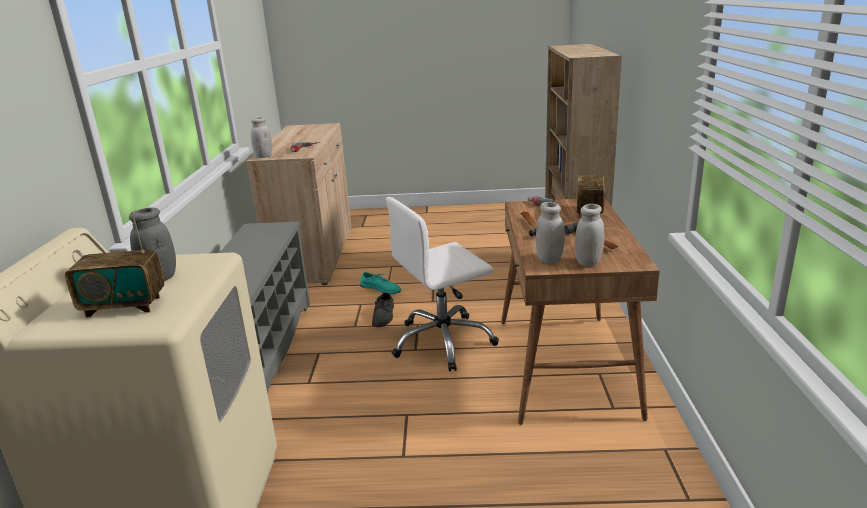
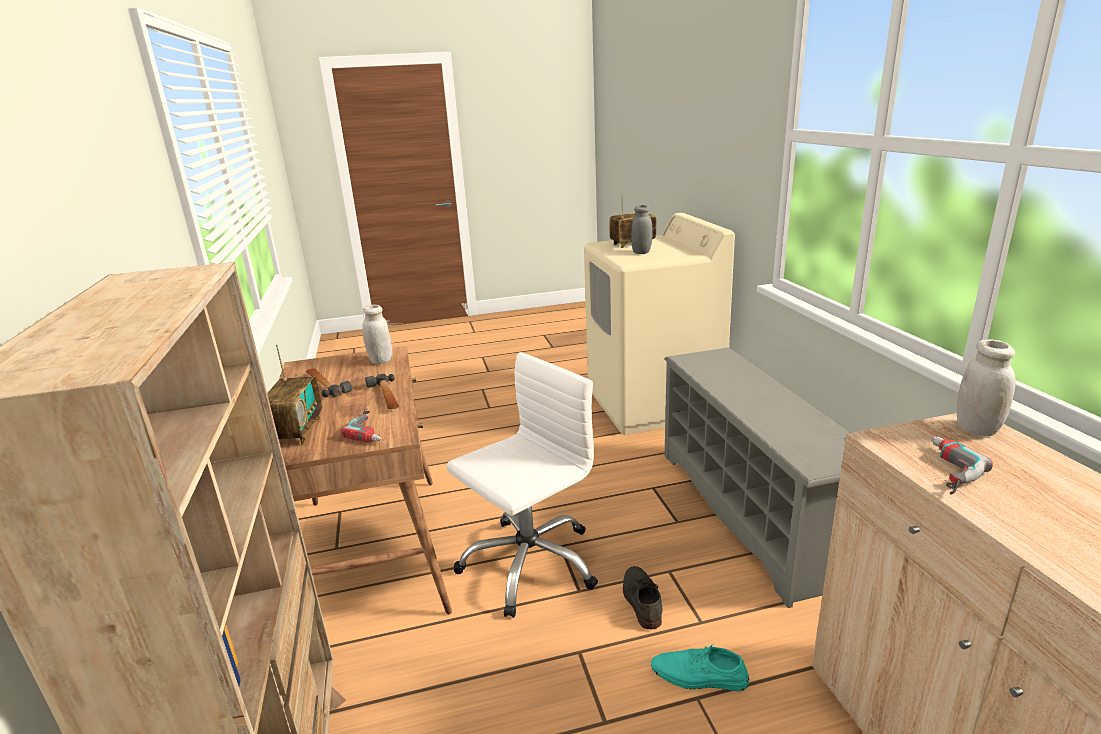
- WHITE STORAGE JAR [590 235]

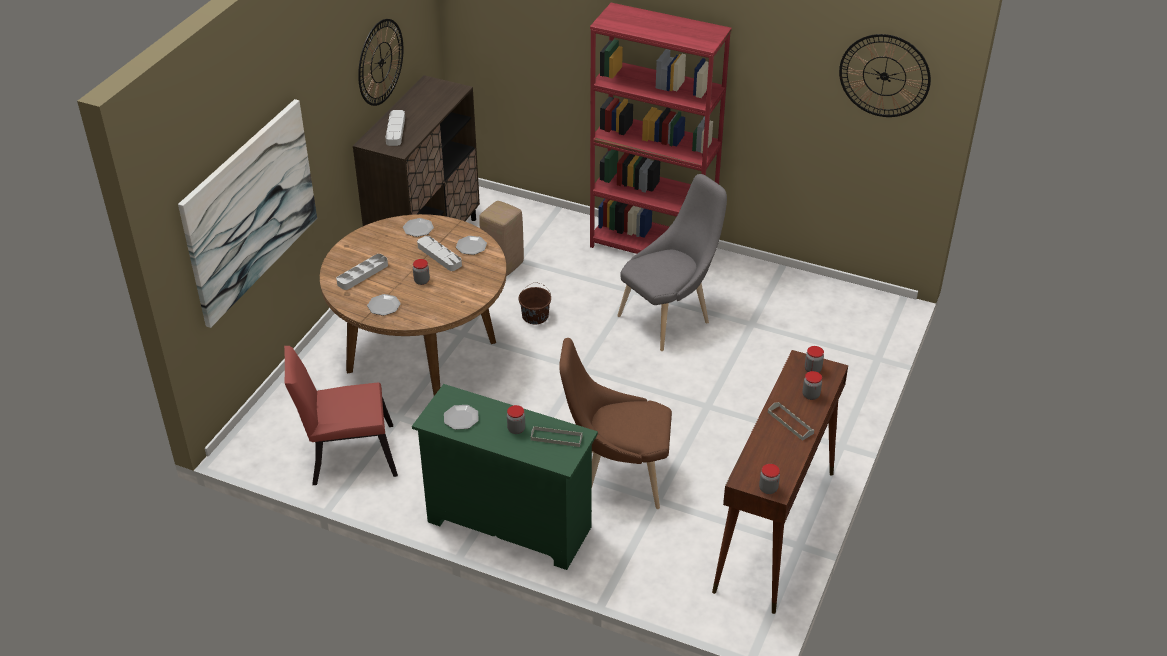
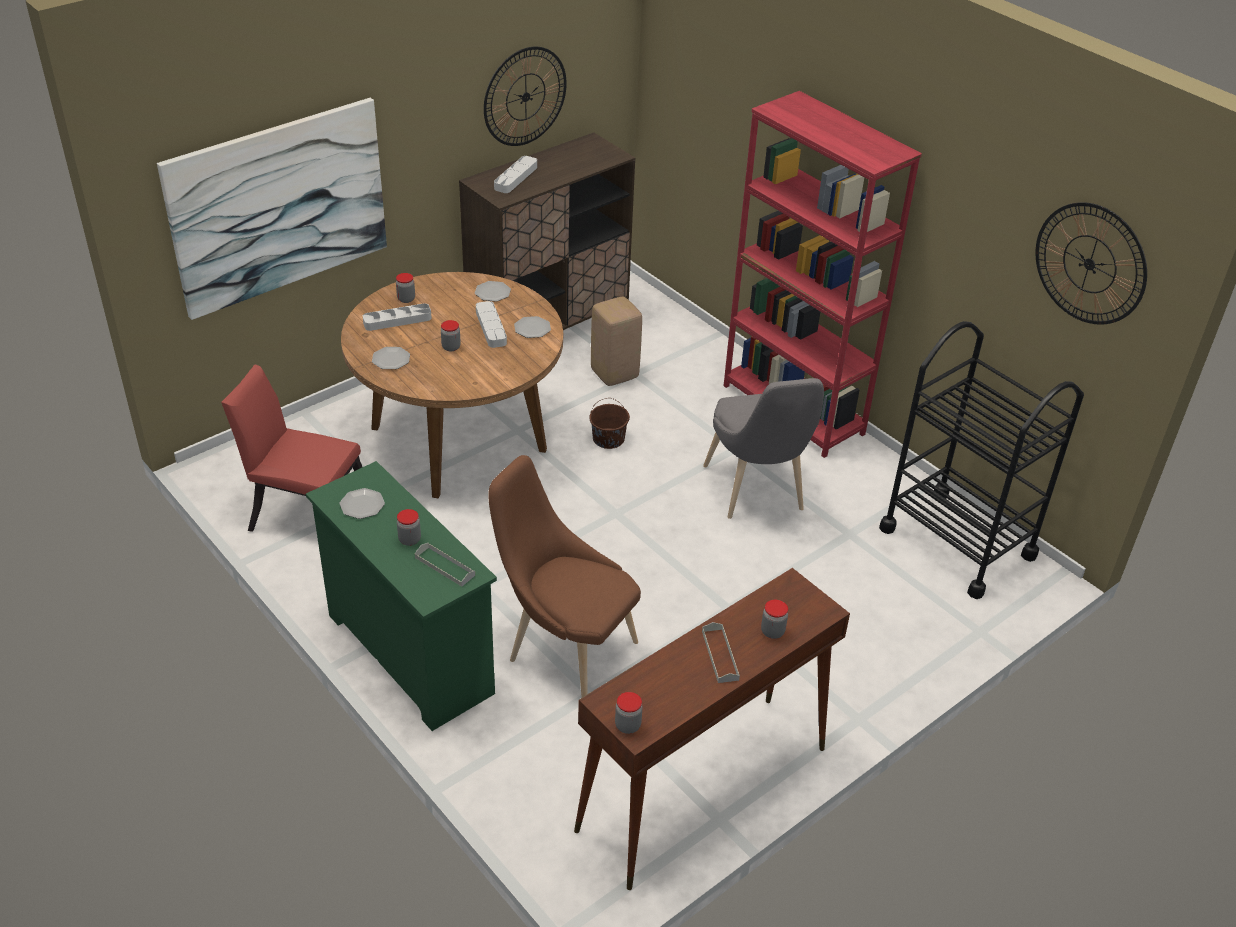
~ GREY PLAIN CHAIR [672 262] = [763 448] 90 degrees clockwise
~ STORAGE JAR [814 359] to [405 288]
+ BLACK CART [981 460]

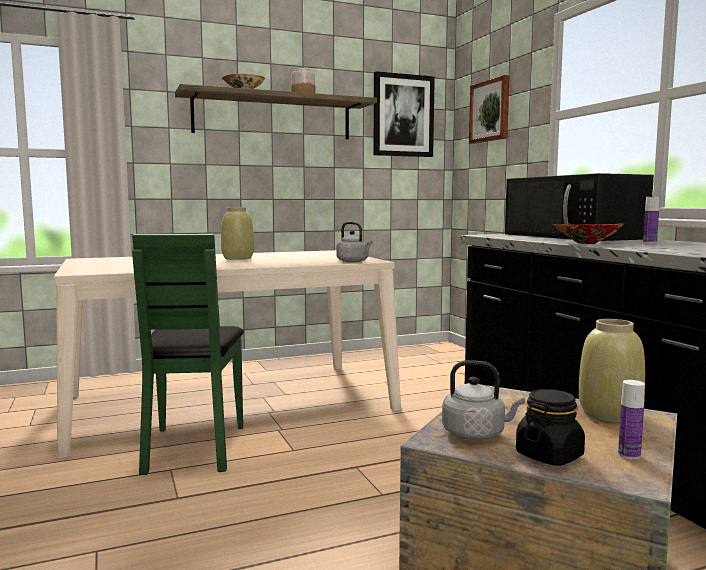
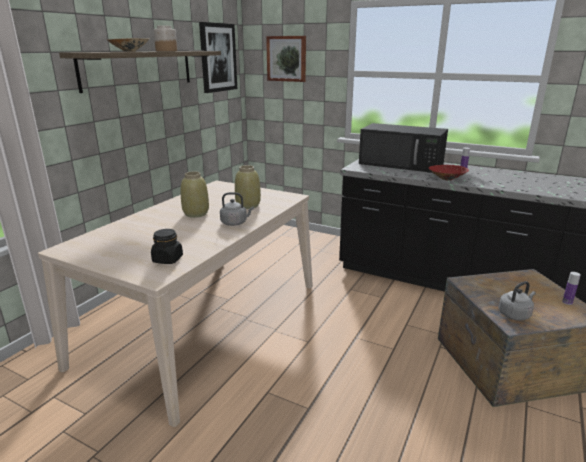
- GREEN PLAIN CHAIR [188 354]
~ GREY WATER KETTLE [354 242] to [237 209]
~ BLACK STORAGE JAR [550 427] to [167 246]
~ BEIGE VASE [612 370] to [248 187]

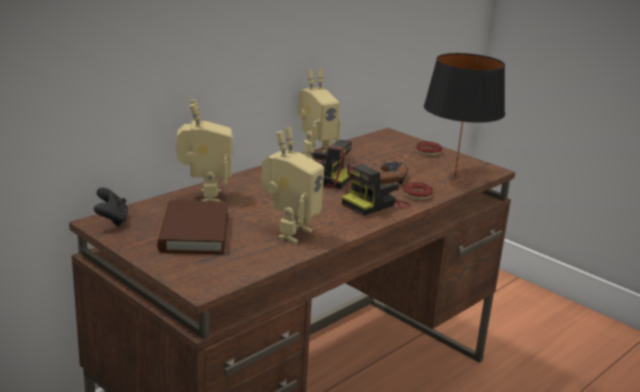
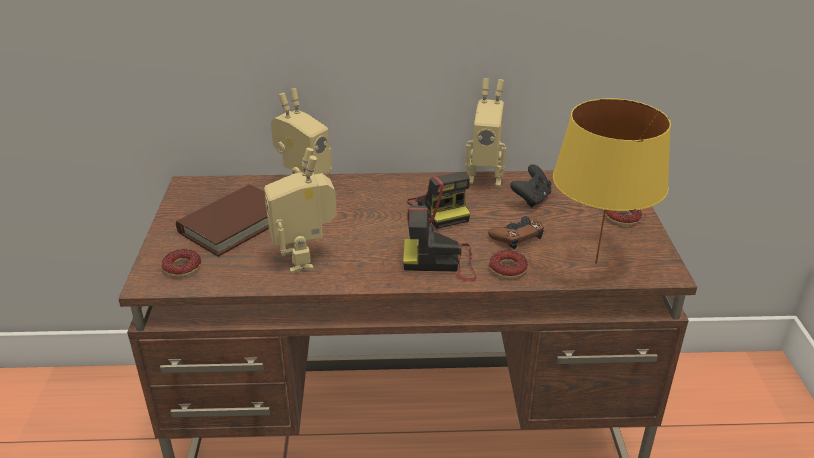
~ BLACK JOYPAD [111 207] to [531 186]
~ ROBOT FIGURE [292 185] = [300 210] 90 degrees clockwise
~ BLACK TABLETOP LAMP [464 115] to YELLOW-COLOURED TABLETOP LAMP [612 181]
+ RING DOUGHNUT [181 263]

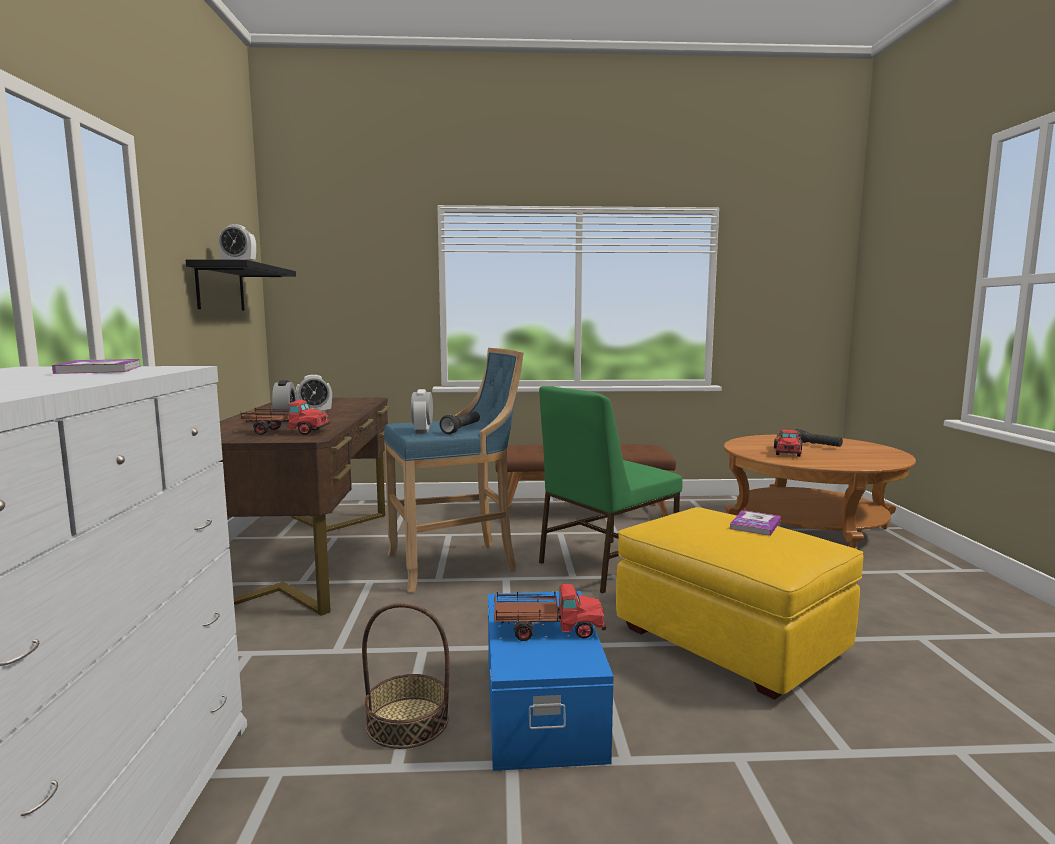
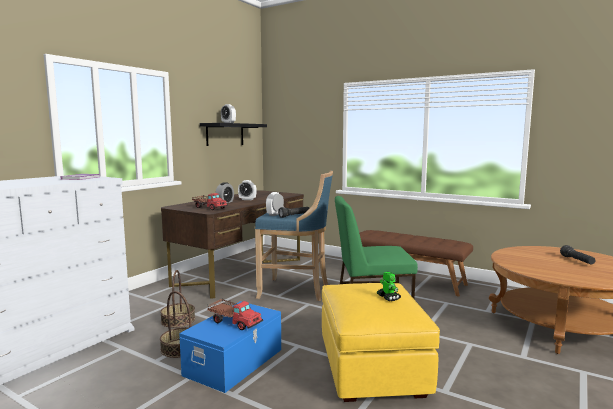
~ BOUND BOOK [755 523] to ROBOT FIGURE [389 286]
- MODEL TRUCK [788 443]
+ STORAGE BASKET [177 299]

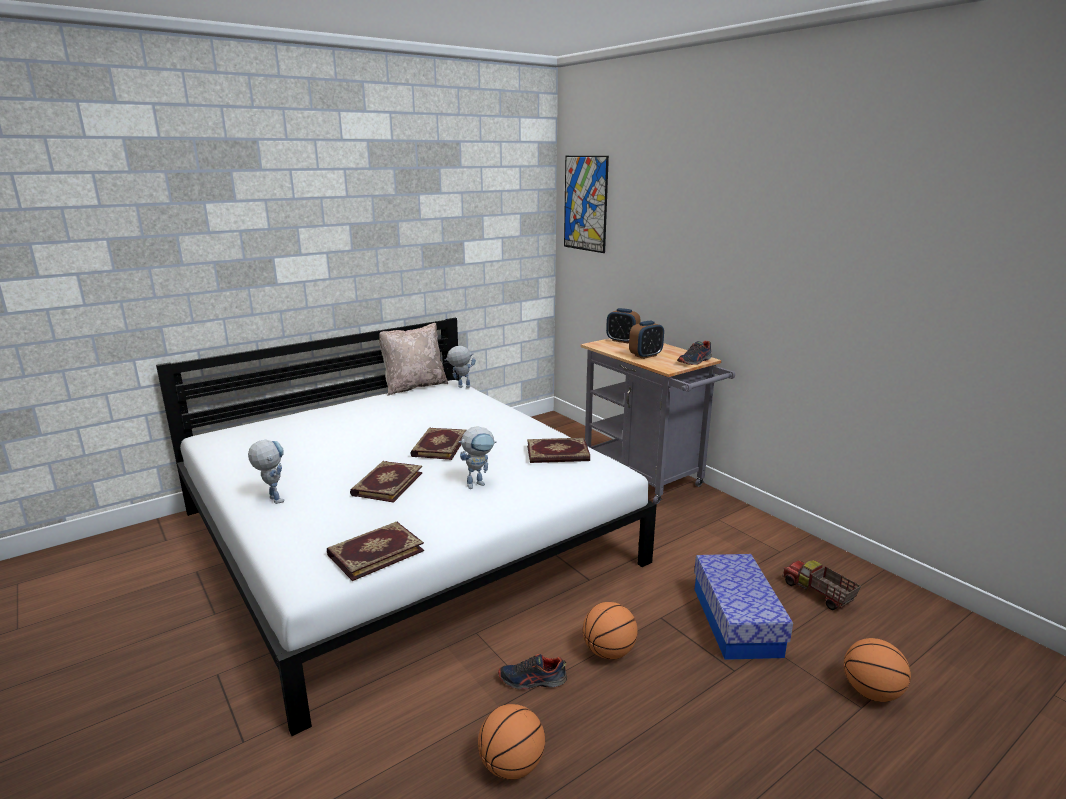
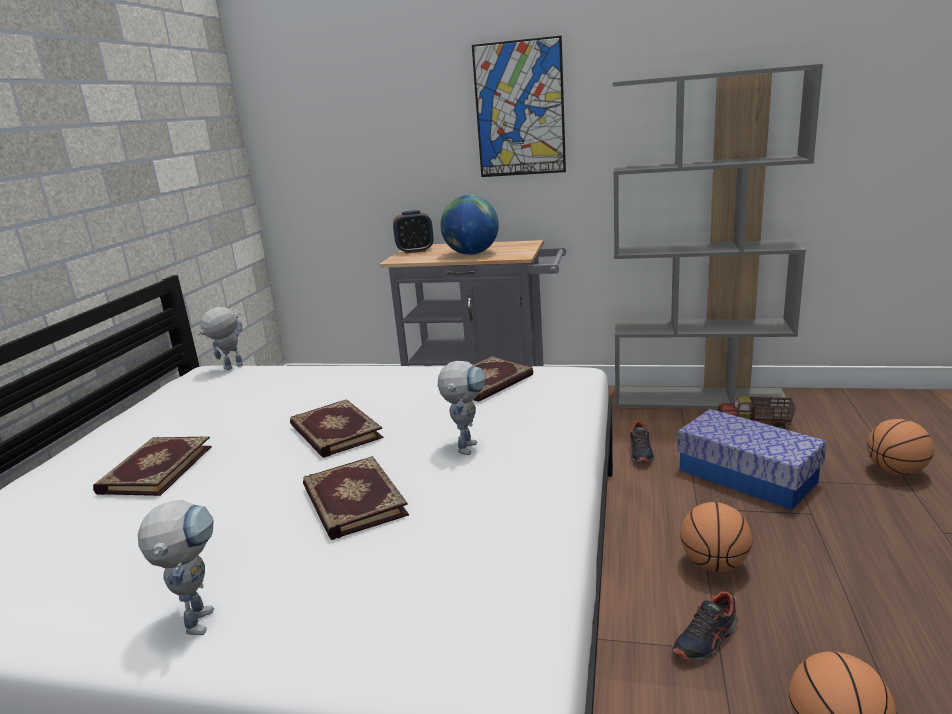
~ ROBOT FIGURE [266 472] = [176 567] 75 degrees clockwise
~ BOUND BOOK [375 551] to [152 466]
- BEIGE PILLOW [413 359]
~ WALL PICTURE [586 204] to [519 106]
~ ALARM CLOCK [646 340] to DESK GLOBE [469 225]
~ SHOE [694 353] to [642 442]
+ GREY BOOKCASE [718 236]

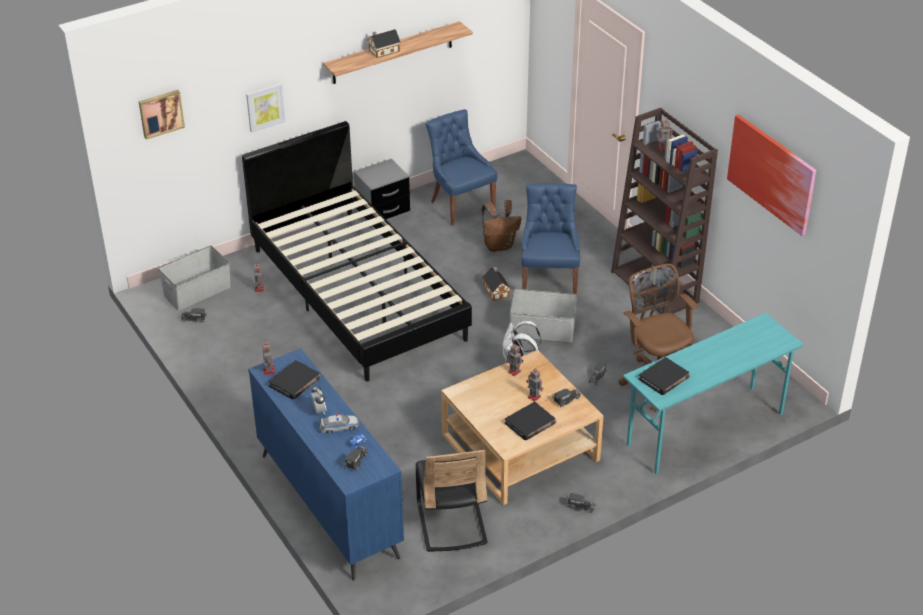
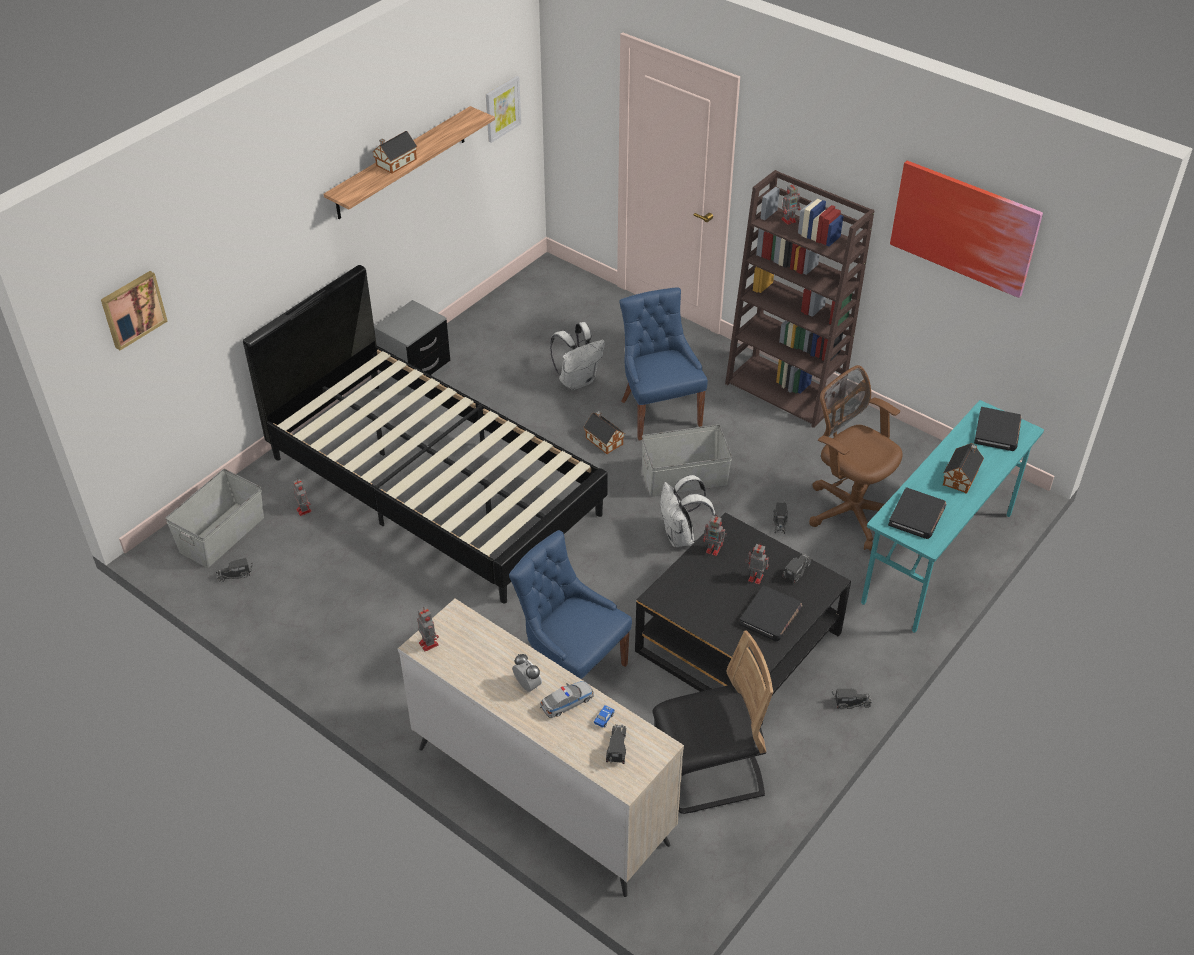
~ WALL PICTURE [266 108] to [503 109]
~ BLUE DRAWER CHEST [326 464] to BEIGE DRAWER CHEST [541 748]
~ BLACK BOUND BOOK [294 380] to [998 429]
~ BLACK PLAIN CHAIR [451 501] = [712 722] 75 degrees counterclockwise
~ BLUE PLAIN CHAIR [461 167] to [570 604]
~ BEIGE LOUNGE TABLE [522 427] to BLACK LOUNGE TABLE [743 619]
~ BROWN-COLOURED BACKPACK [501 226] to WHITE BACKPACK [577 356]
+ TOY HOUSE [963 468]

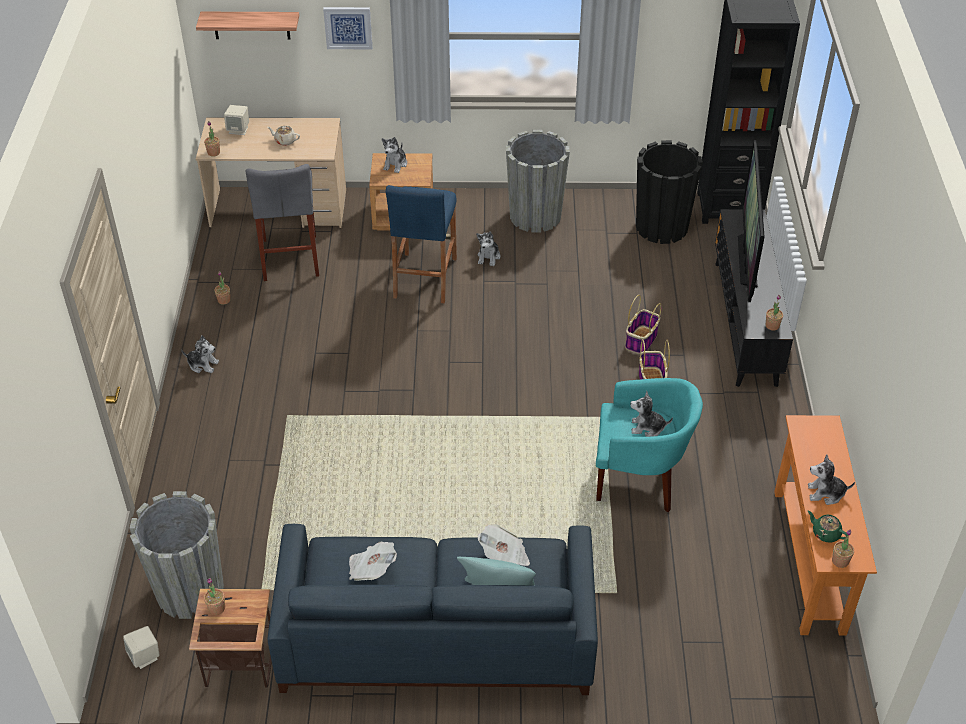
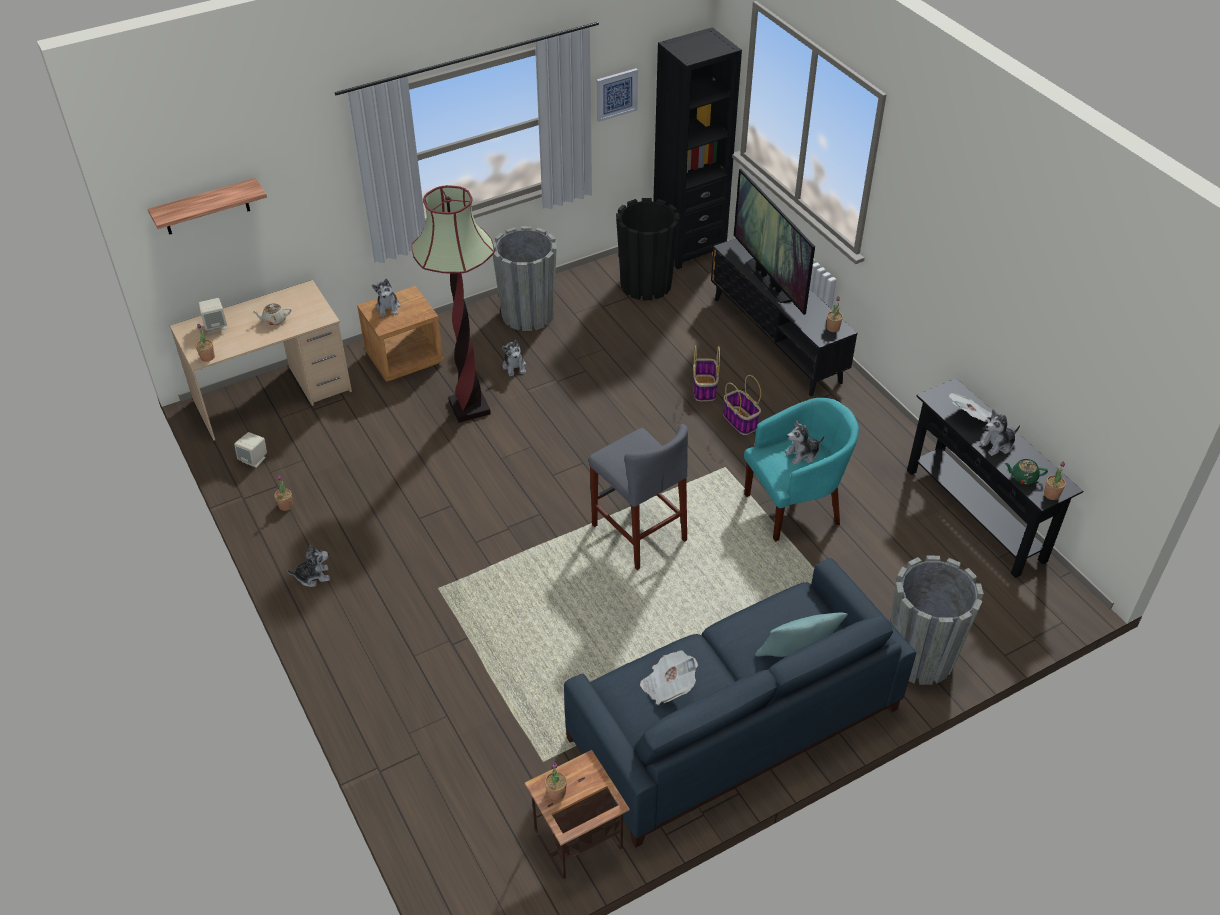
~ BEIGE SPEAKER [141 647] to [250 450]
~ GREY PLANT POT [176 555] to [937 620]
~ GREY STOOL SEAT [282 222] to [638 497]
~ WALL PICTURE [347 28] to [617 95]
~ BLUE STOOL SEAT [421 244] to STANDARD LAMP [453 304]
~ DAILY PAPER [504 545] to [970 407]
~ ORANGEY CONSOLE TABLE [825 525] to BLACK CONSOLE TABLE [995 478]

